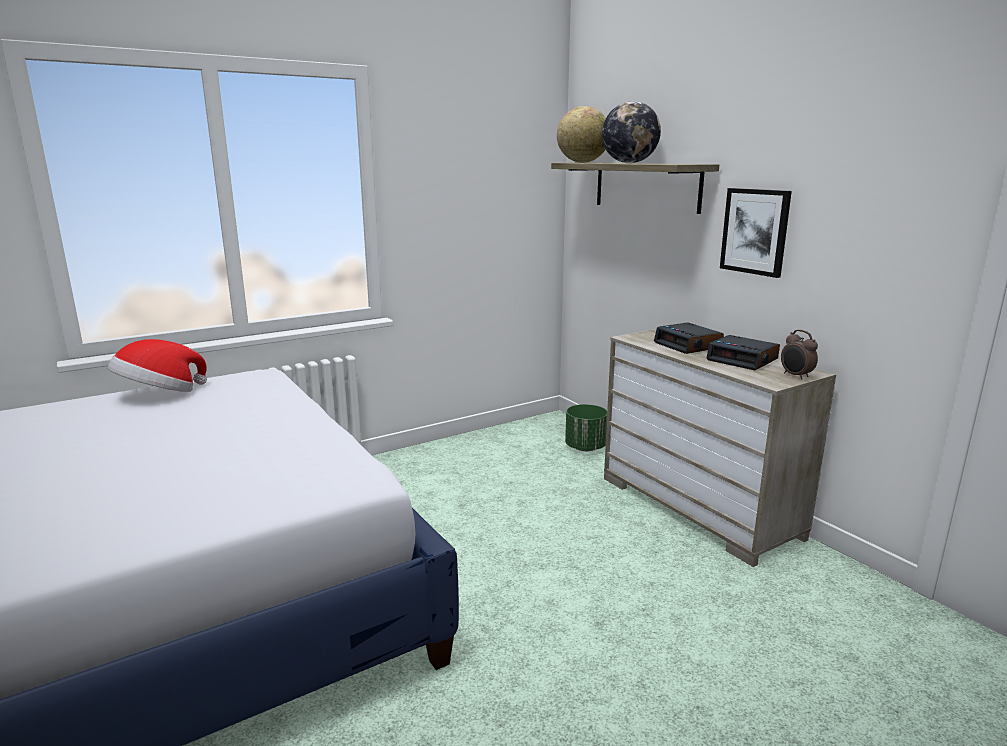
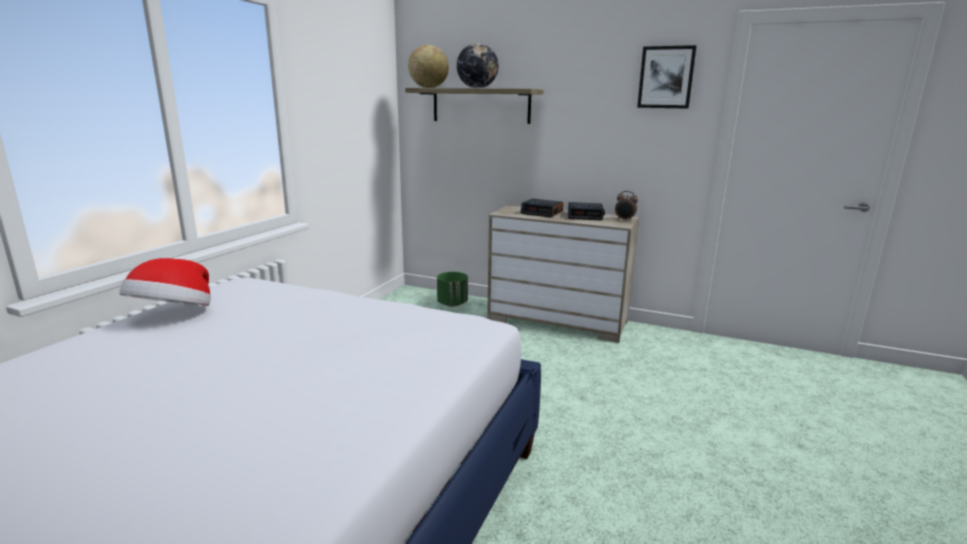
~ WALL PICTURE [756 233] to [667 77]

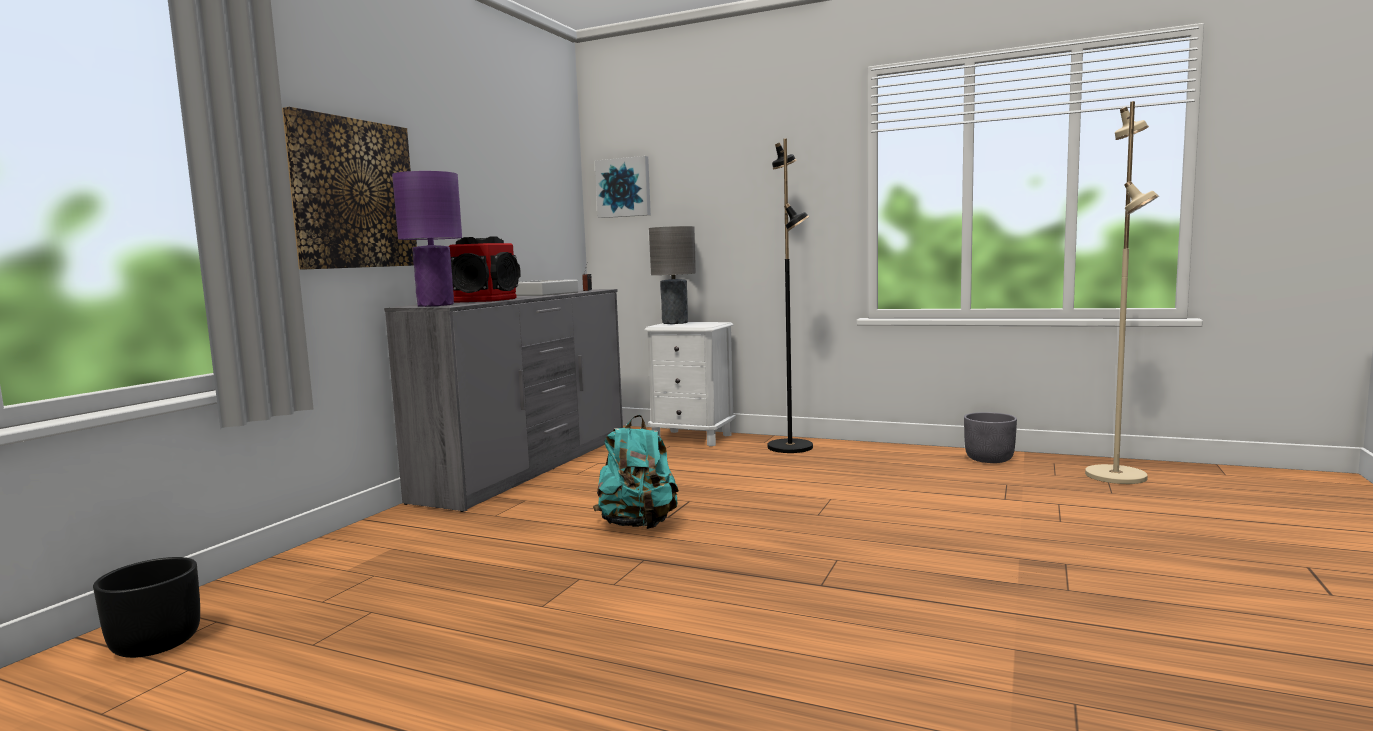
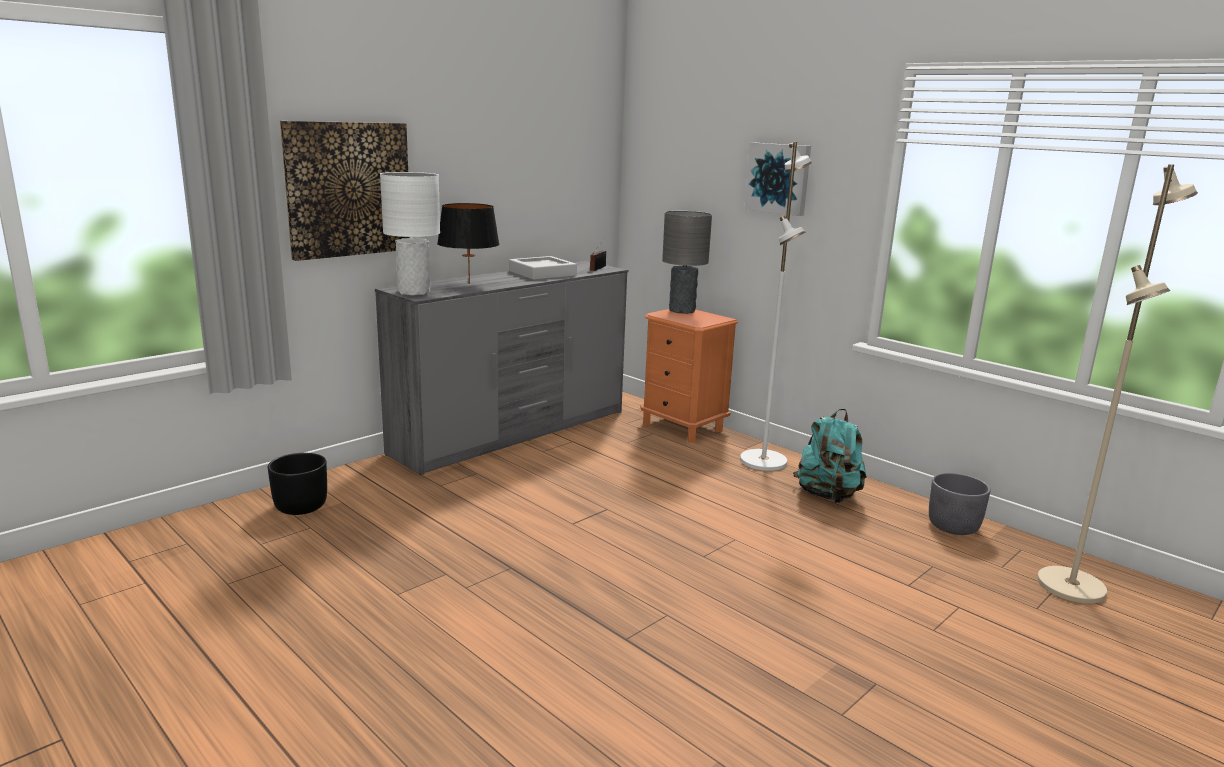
~ BLACK PLANT POT [146 607] to [297 484]
~ PURPLE-COLOURED TABLETOP LAMP [427 239] to WHITE TABLETOP LAMP [410 234]
~ SPEAKER [484 270] to BLACK TABLETOP LAMP [468 243]
~ TURQUOISE-COLOURED BACKPACK [636 472] to [830 456]
~ WALL PICTURE [623 187] to [777 179]
~ WHITE NIGHTSTAND [690 384] to ORANGEY NIGHTSTAND [689 376]
~ BLACK STANDARD LAMP [790 296] to WHITE STANDARD LAMP [776 306]

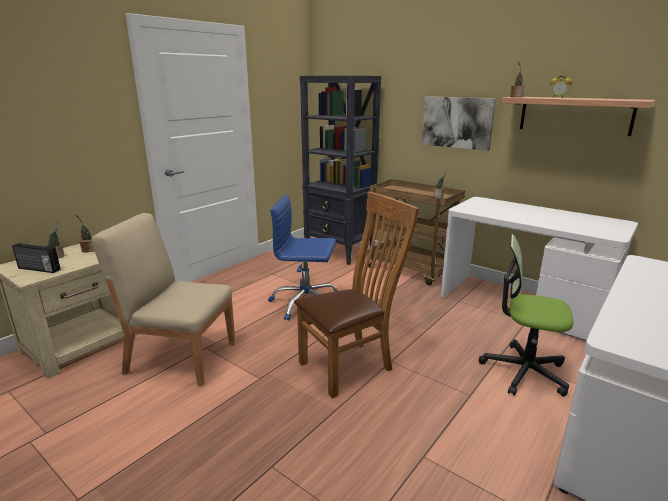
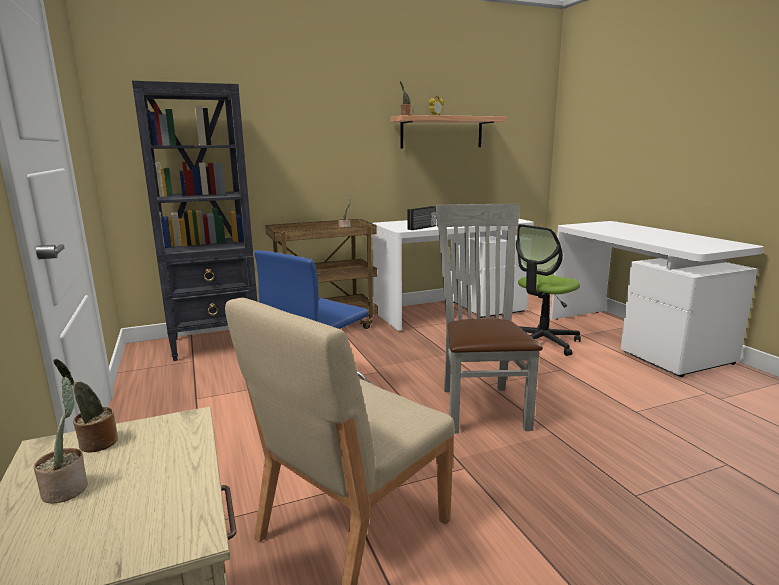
~ RADIO SET [36 258] to [421 218]
~ BROWN-COLOURED PLAIN CHAIR [356 295] to GREY PLAIN CHAIR [489 318]
- WALL PICTURE [458 123]

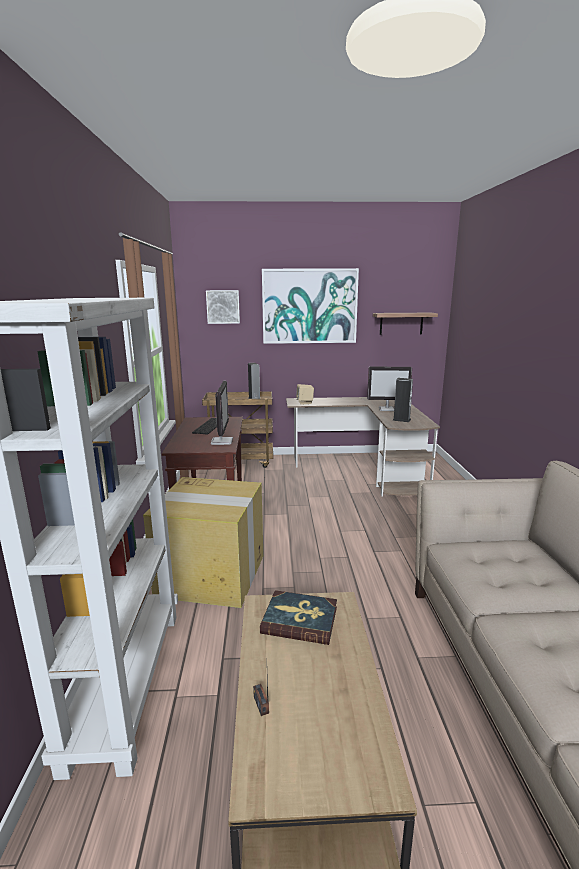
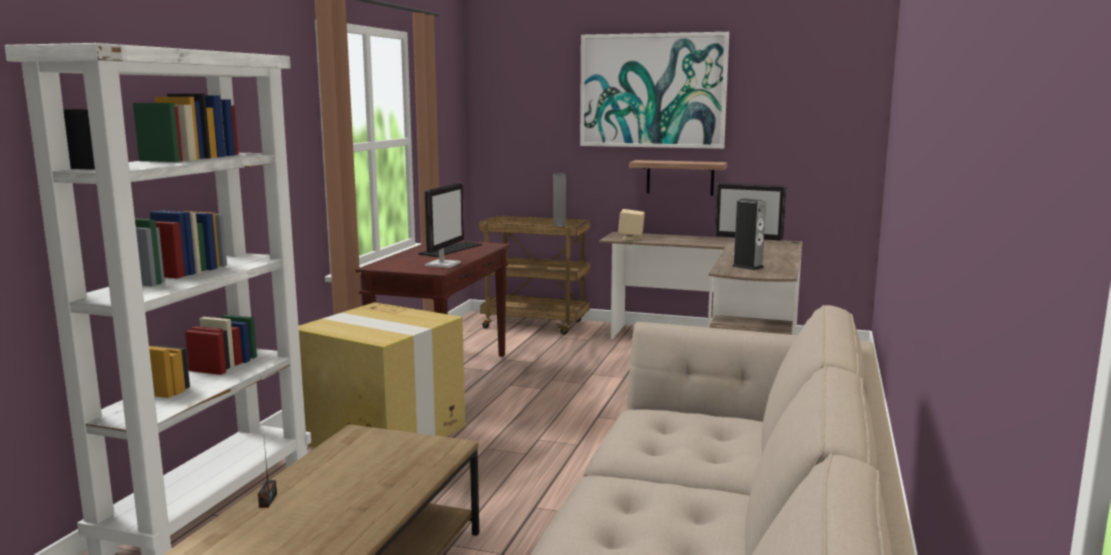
- WALL PICTURE [223 307]
- BOUND BOOK [298 617]
~ WALL SHELF [405 324] to [678 178]

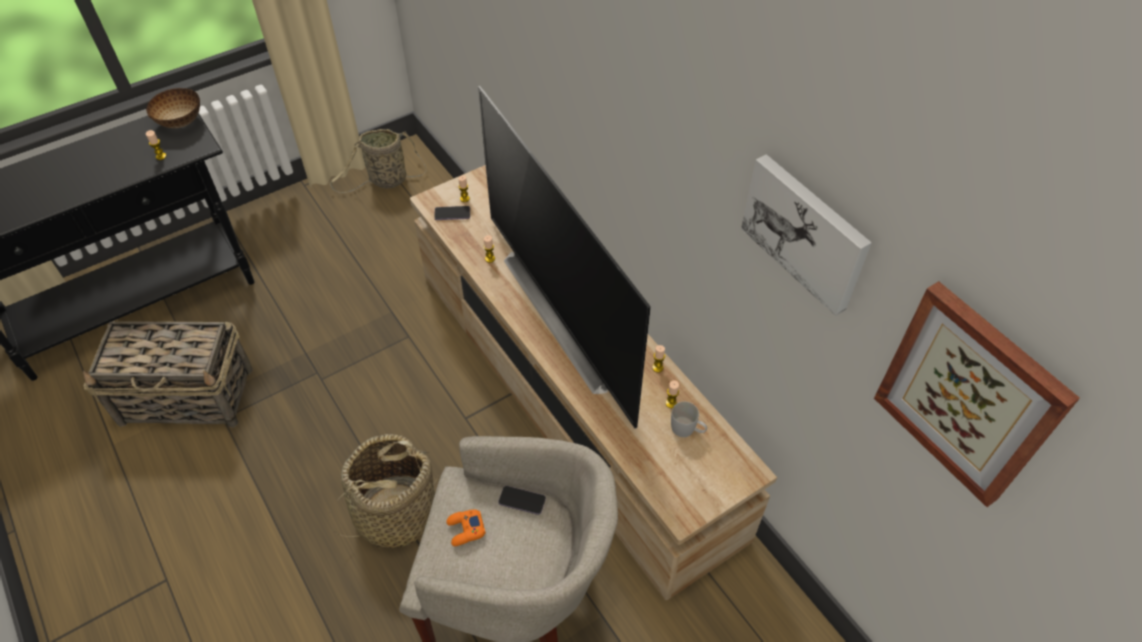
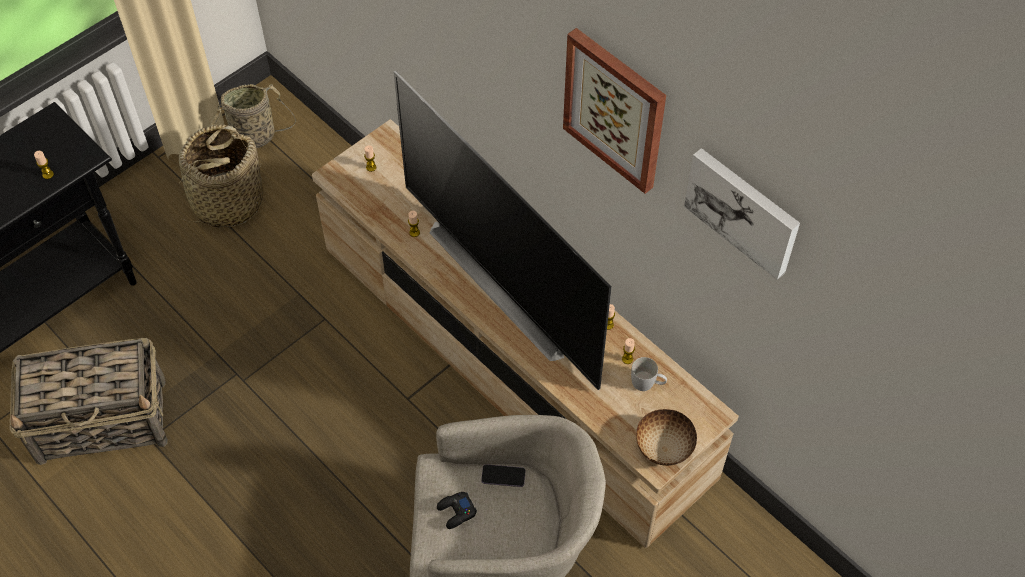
~ DEEP DISH [173 108] to [666 437]
~ STORAGE BASKET [385 491] to [219 176]
- PHONE [452 213]
~ ORANGEY JOYPAD [466 527] to BLACK JOYPAD [457 510]
~ WALL PICTURE [977 394] to [614 111]

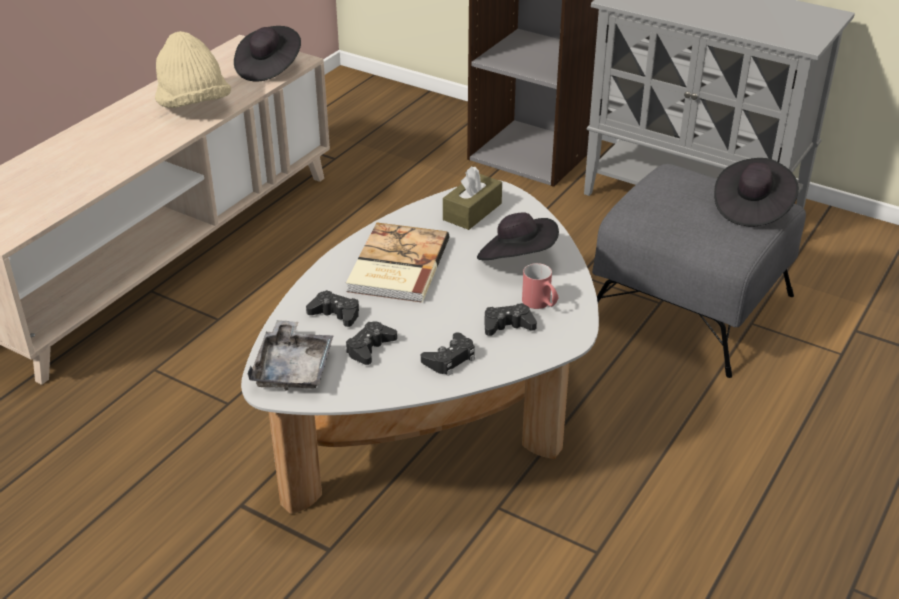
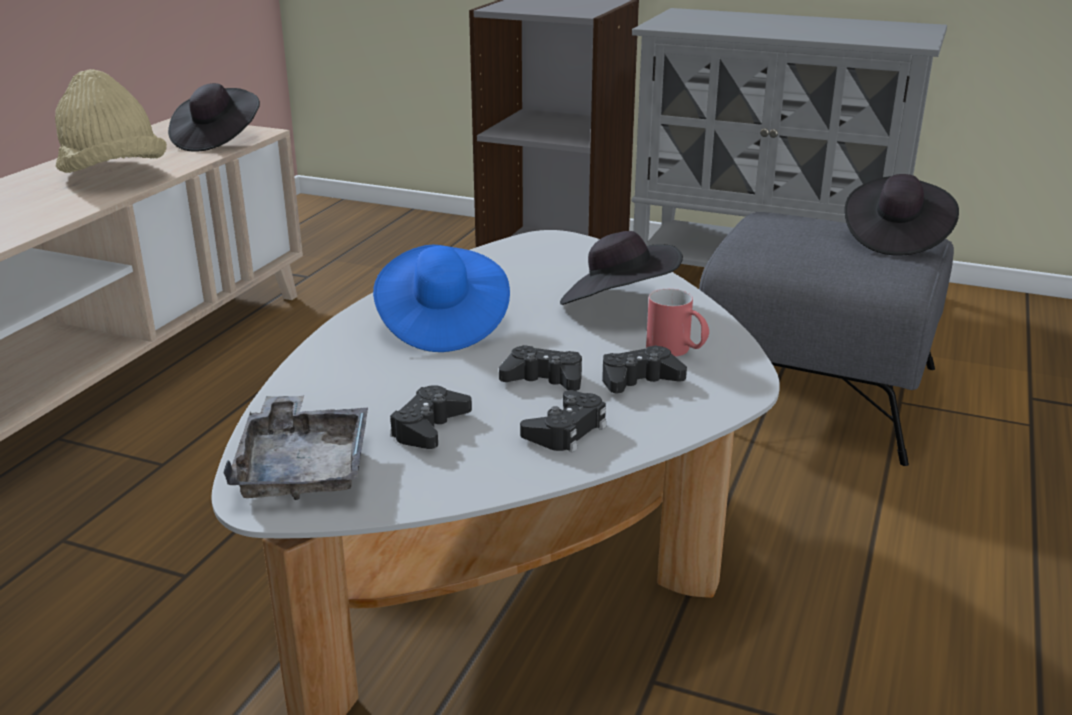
~ BLACK JOYPAD [332 308] to [540 368]
~ BOUND BOOK [397 262] to BLUE WEARABLE HAT [441 298]
- BROWN-COLOURED BOX OF TISSUES [472 198]

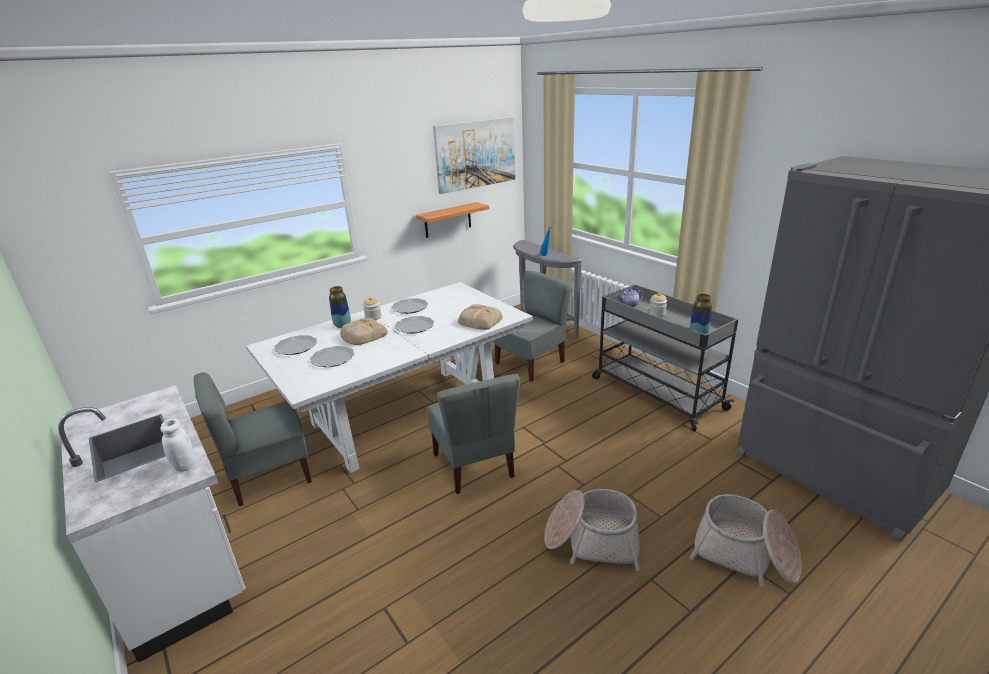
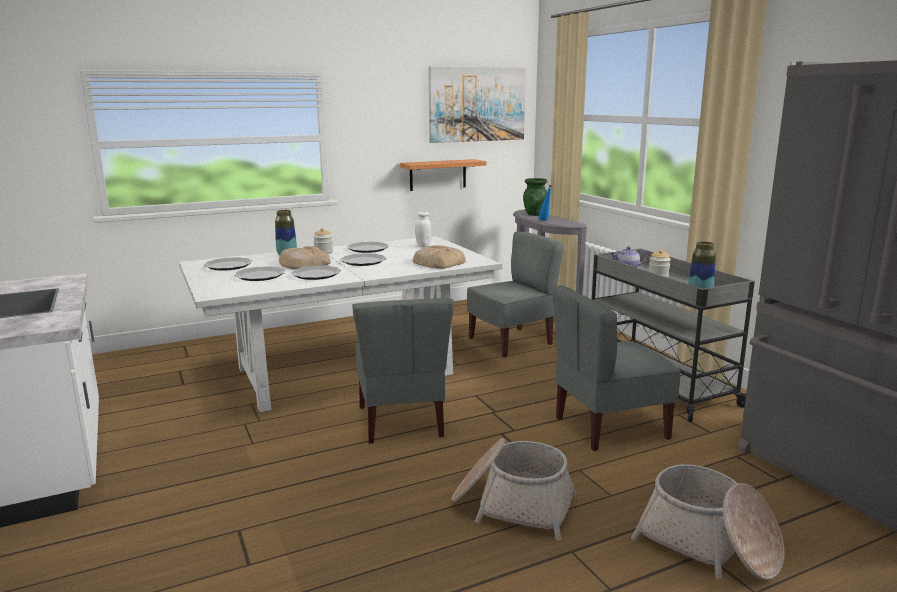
~ WHITE STORAGE JAR [177 445] to [423 229]
~ GREY PLAIN CHAIR [253 439] to [616 368]
+ PLATE [316 272]
+ GREEN VASE [535 197]

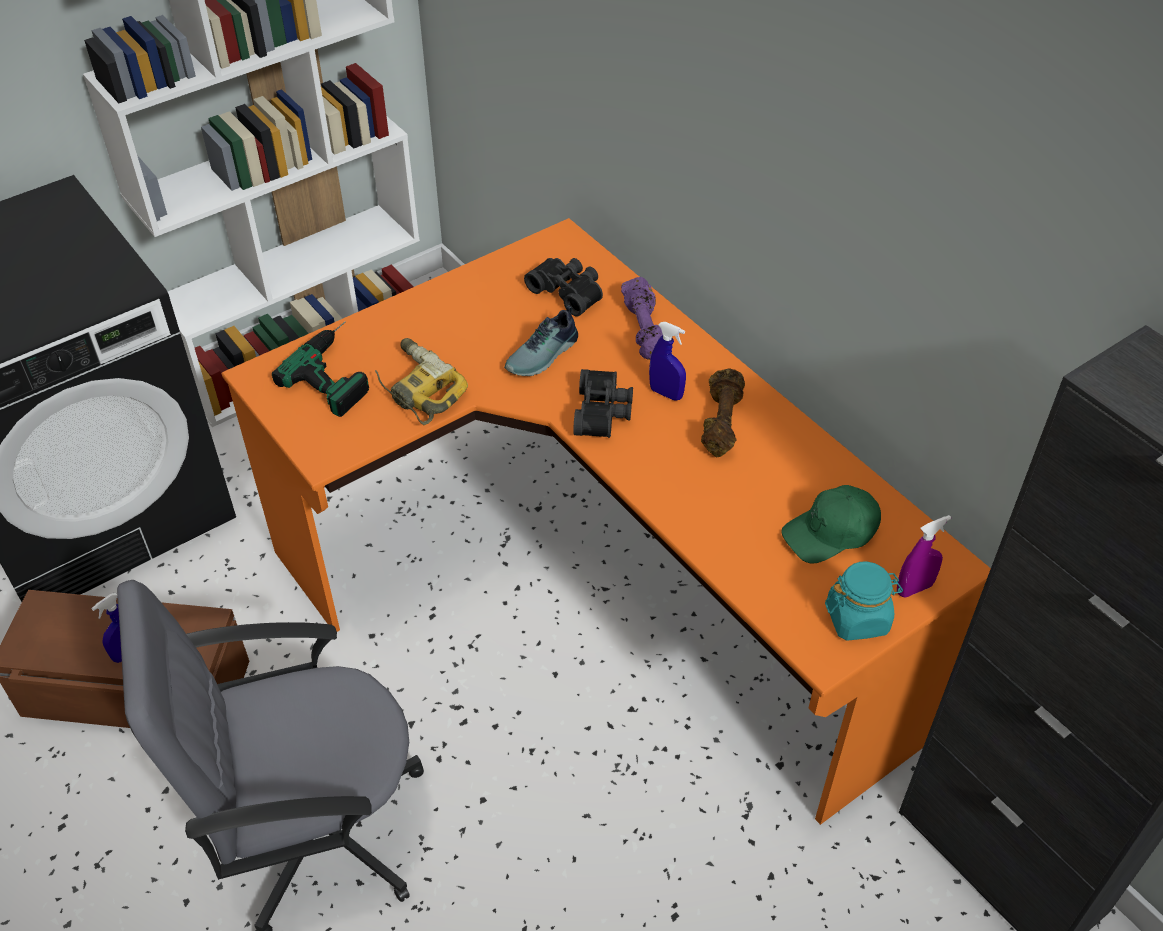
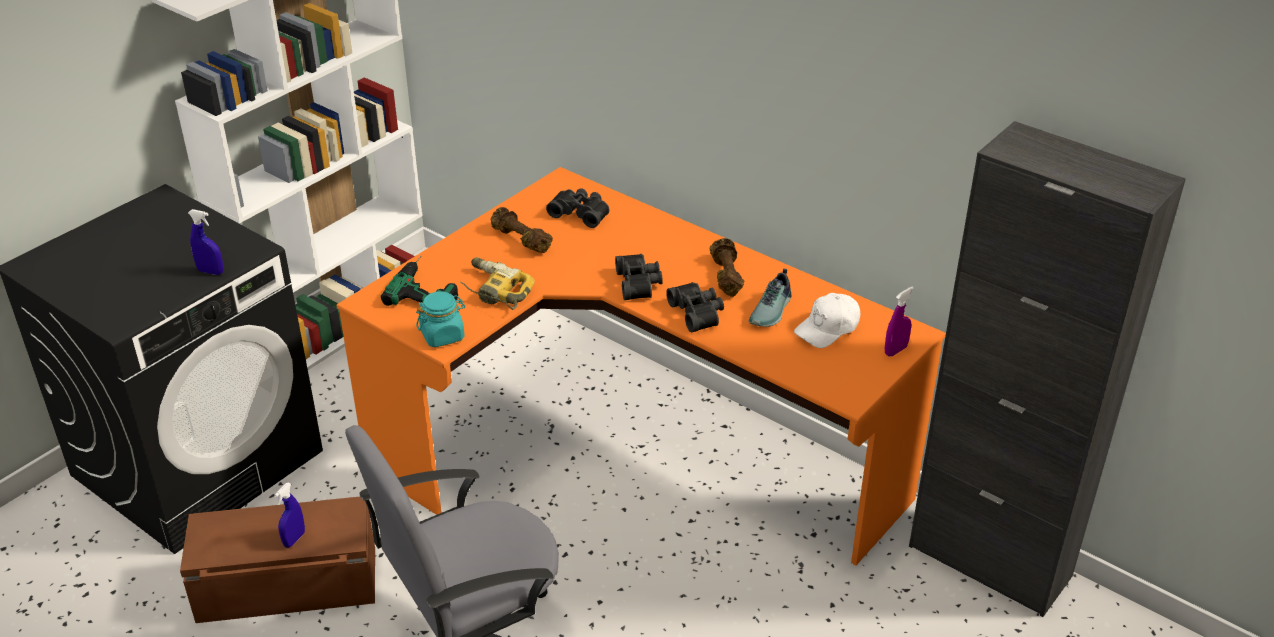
~ SHOE [541 340] to [770 297]
- PURPLE-COLOURED DUMBBELL [642 318]
~ BLUE SPRAYER [667 361] to [205 242]
~ GREEN BASEBALL CAP [831 524] to WHITE BASEBALL CAP [827 320]
~ TURQUOISE-COLOURED STORAGE JAR [864 601] to [440 319]
+ BROWN-COLOURED DUMBBELL [522 230]
+ BLACK FIELD GLASSES [695 307]

